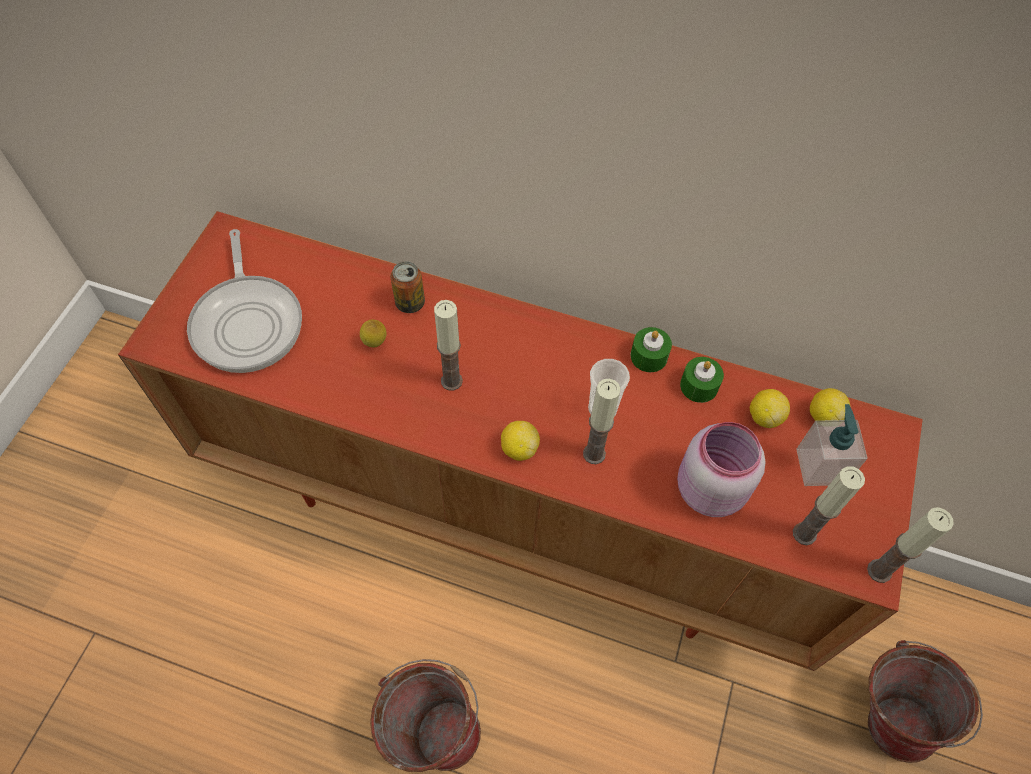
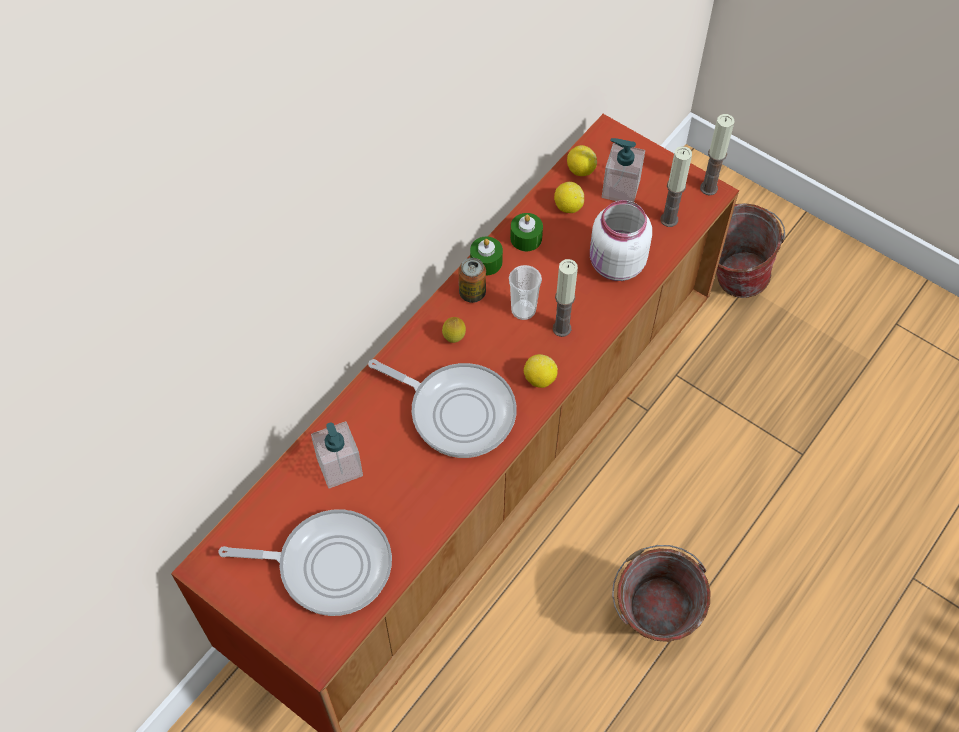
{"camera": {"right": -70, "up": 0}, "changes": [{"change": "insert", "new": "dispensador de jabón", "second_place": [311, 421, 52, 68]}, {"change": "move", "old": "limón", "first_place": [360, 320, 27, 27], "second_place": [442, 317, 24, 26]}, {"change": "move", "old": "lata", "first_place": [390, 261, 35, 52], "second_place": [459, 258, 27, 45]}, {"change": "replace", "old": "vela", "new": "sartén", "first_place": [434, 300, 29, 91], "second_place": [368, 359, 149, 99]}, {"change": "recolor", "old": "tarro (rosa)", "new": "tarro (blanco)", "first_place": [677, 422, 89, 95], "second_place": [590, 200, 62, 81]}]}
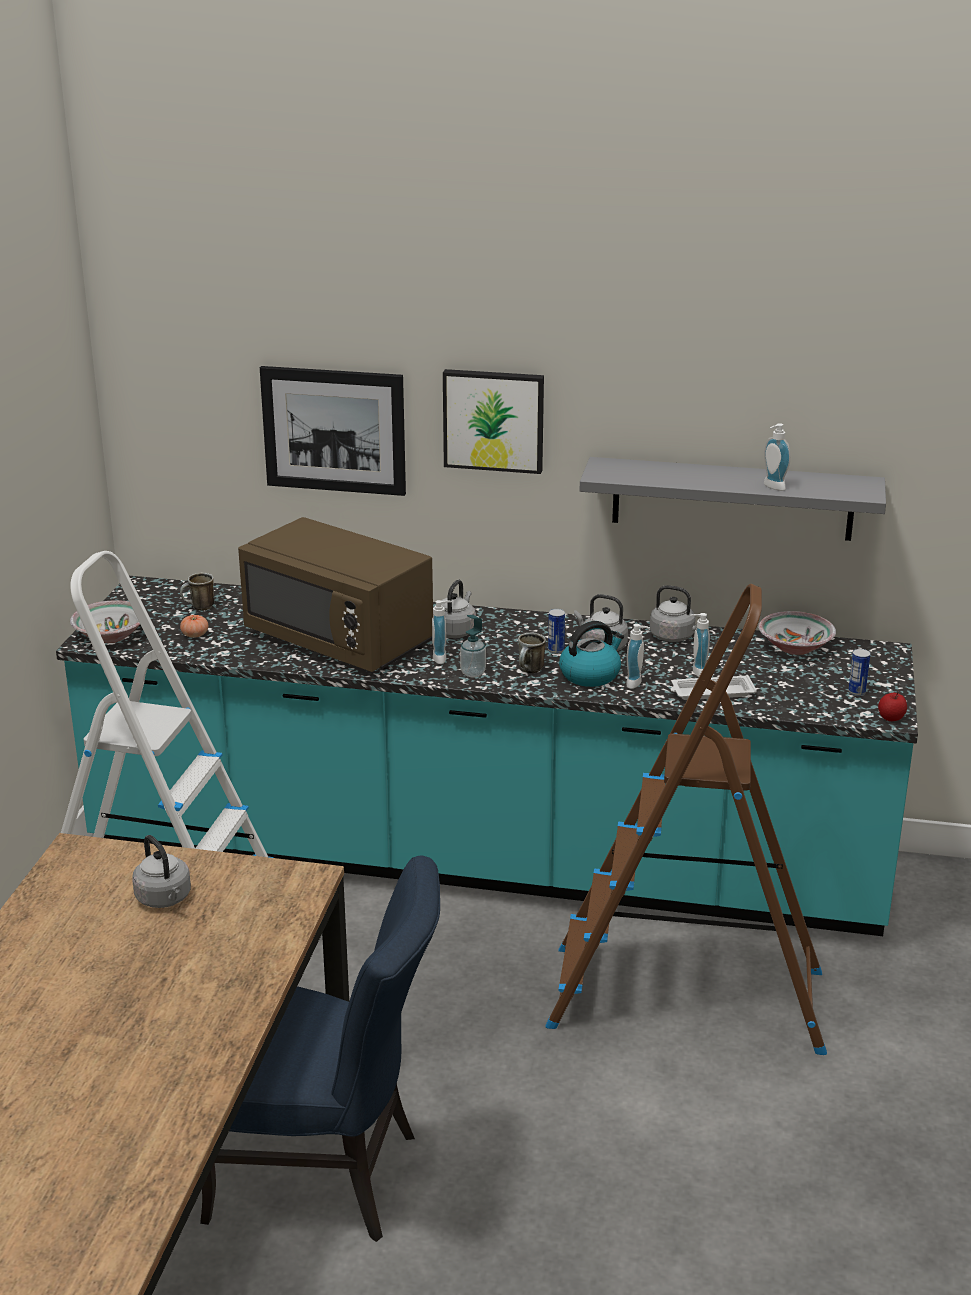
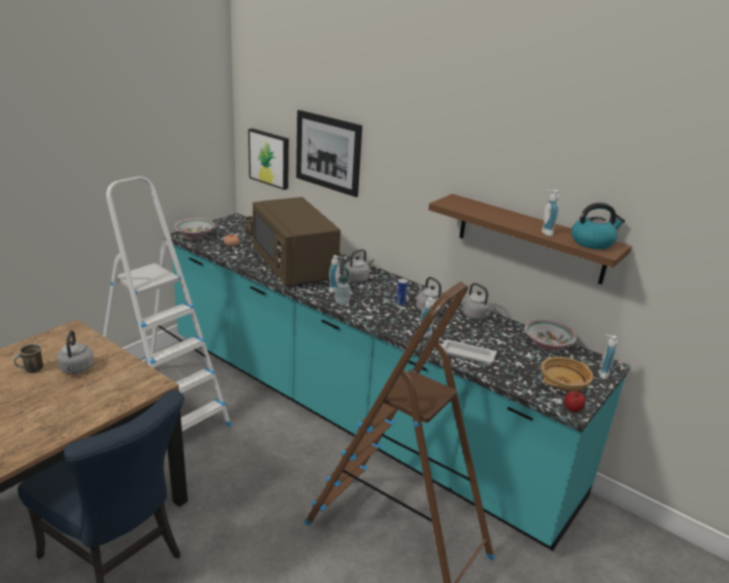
{"camera": {"right": 25, "up": 0}, "changes": [{"change": "move", "old": "cuadro", "first_place": [443, 369, 101, 105], "second_place": [248, 128, 41, 62]}, {"change": "move", "old": "taza grande", "first_place": [518, 633, 28, 40], "second_place": [14, 344, 29, 29]}, {"change": "move", "old": "hervidor", "first_place": [559, 621, 65, 66], "second_place": [572, 203, 53, 46]}, {"change": "move", "old": "dispensador de jabón", "first_place": [690, 613, 20, 64], "second_place": [599, 334, 19, 45]}, {"change": "replace", "old": "lata", "new": "cuenco (beis)", "first_place": [848, 649, 22, 47], "second_place": [541, 357, 52, 34]}, {"change": "recolor", "old": "estante (gris)", "new": "estante (marrón)", "first_place": [579, 457, 307, 84], "second_place": [429, 194, 203, 91]}]}
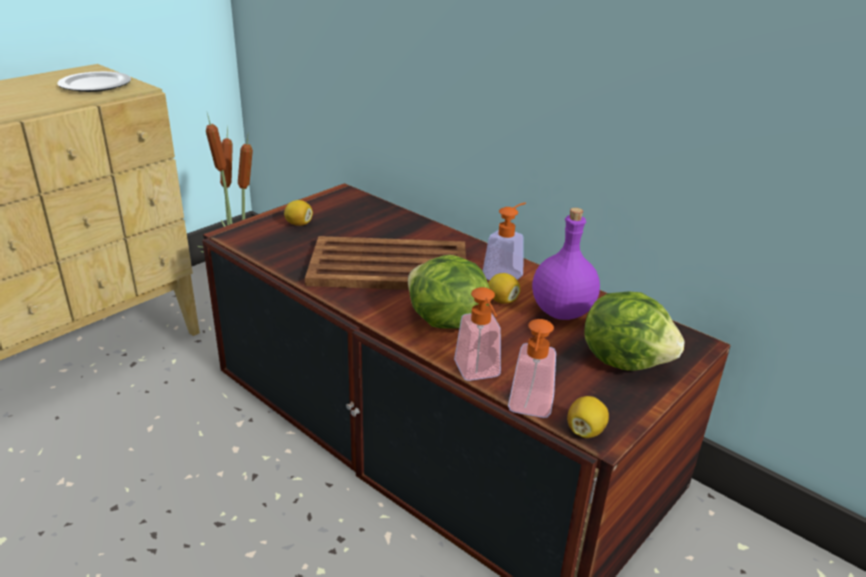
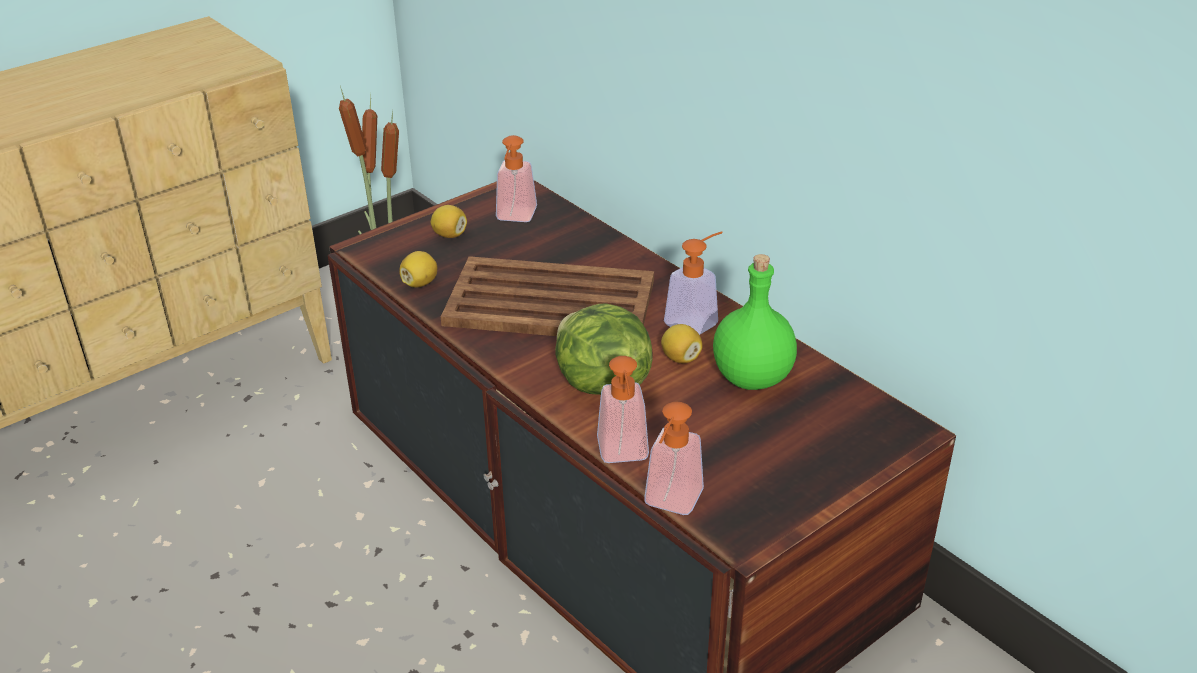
{"camera": {"right": 10, "up": 5}, "changes": [{"change": "delete", "old": "plato", "first_place": [57, 71, 74, 21]}, {"change": "delete", "old": "lechuga", "first_place": [585, 292, 100, 79]}, {"change": "insert", "new": "dispensador de jabón", "second_place": [496, 135, 41, 87]}, {"change": "move", "old": "limón", "first_place": [567, 396, 42, 42], "second_place": [399, 251, 38, 36]}, {"change": "recolor", "old": "botella (morado)", "new": "botella (verde)", "first_place": [532, 208, 68, 112], "second_place": [713, 254, 84, 136]}]}
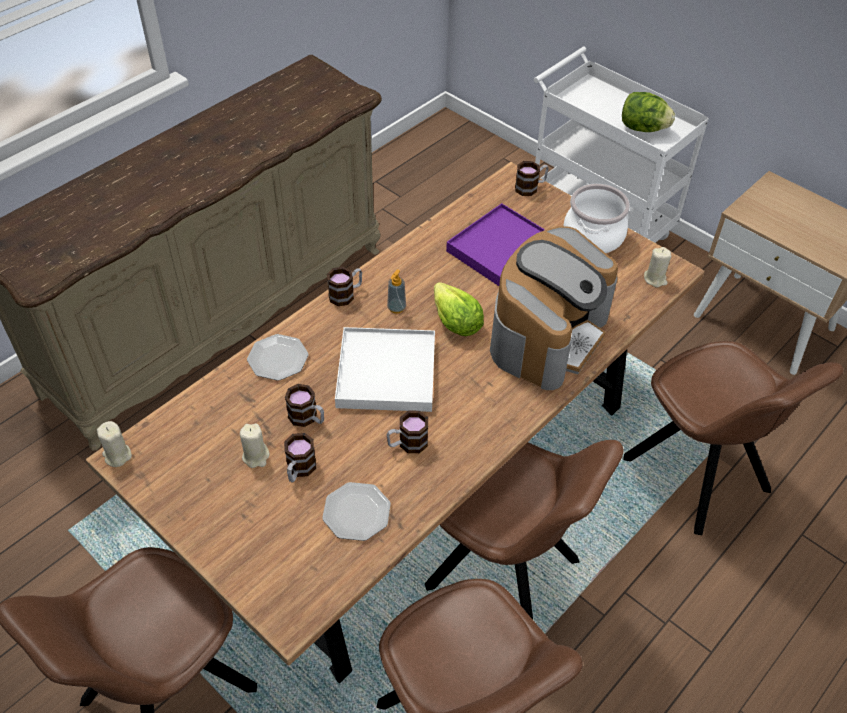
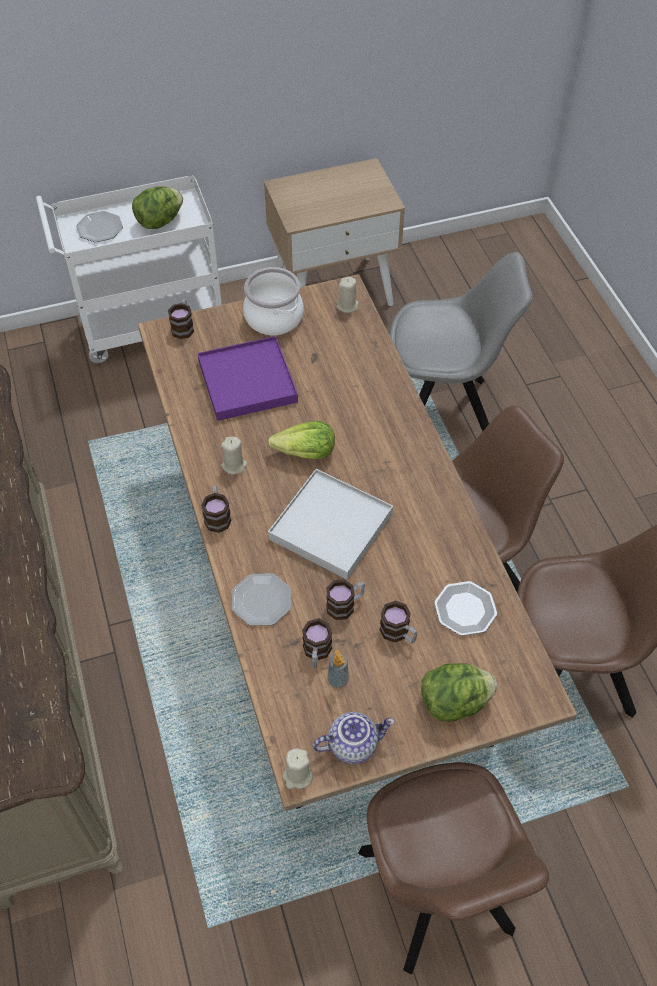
{"camera": {"right": -60, "up": 5}, "changes": [{"change": "delete", "old": "cafetera", "first_place": [490, 226, 128, 164]}, {"change": "insert", "new": "plato", "second_place": [76, 211, 47, 31]}, {"change": "insert", "new": "tetera", "second_place": [313, 712, 82, 52]}, {"change": "insert", "new": "lechuga", "second_place": [421, 663, 76, 59]}, {"change": "move", "old": "vela (beis)", "first_place": [240, 424, 30, 44], "second_place": [221, 437, 27, 38]}, {"change": "move", "old": "dispensador de jabón", "first_place": [387, 269, 19, 44], "second_place": [327, 650, 22, 38]}, {"change": "move", "old": "taza grande", "first_place": [387, 411, 41, 42], "second_place": [302, 618, 30, 49]}, {"change": "recolor", "old": "silla (marrón)", "new": "silla (gris)", "first_place": [623, 341, 221, 194], "second_place": [390, 252, 143, 179]}]}
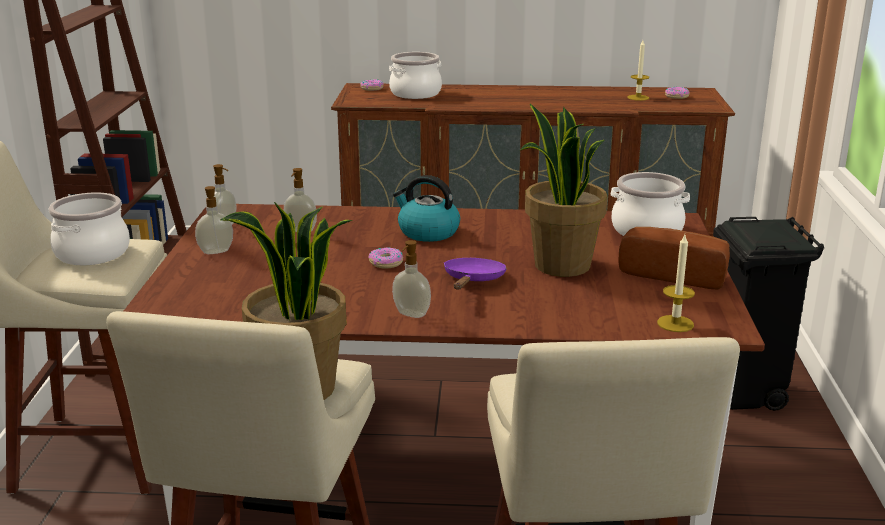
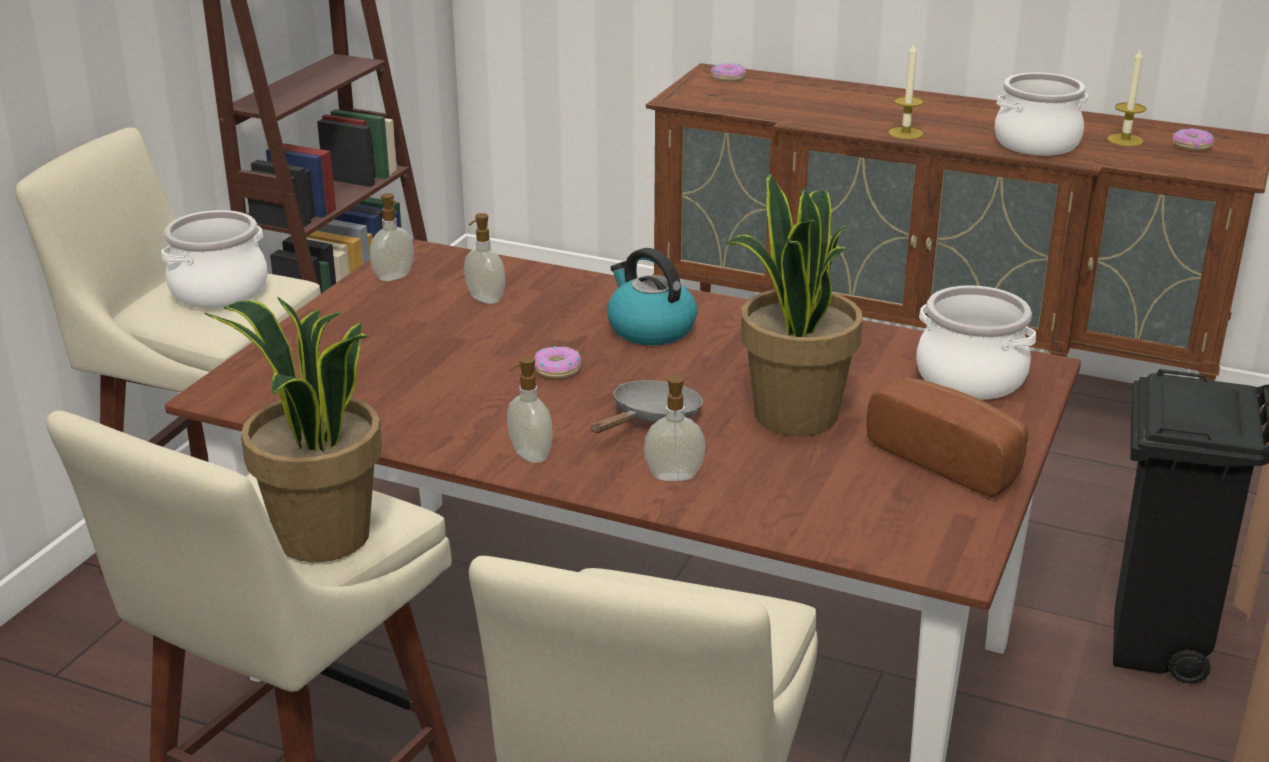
{"camera": {"right": 20, "up": 5}, "changes": [{"change": "move", "old": "dispensador de jabón", "first_place": [195, 186, 38, 68], "second_place": [644, 373, 62, 108]}, {"change": "move", "old": "olla", "first_place": [389, 52, 53, 47], "second_place": [995, 73, 93, 83]}, {"change": "move", "old": "vela", "first_place": [657, 235, 38, 97], "second_place": [889, 44, 35, 96]}, {"change": "recolor", "old": "sartén (morado)", "new": "sartén (gris)", "first_place": [444, 258, 63, 32], "second_place": [591, 380, 112, 53]}]}
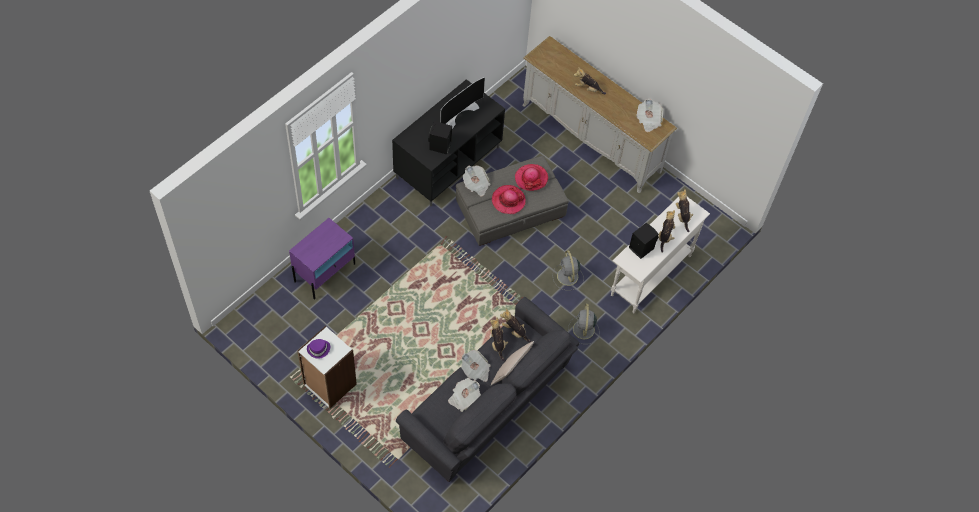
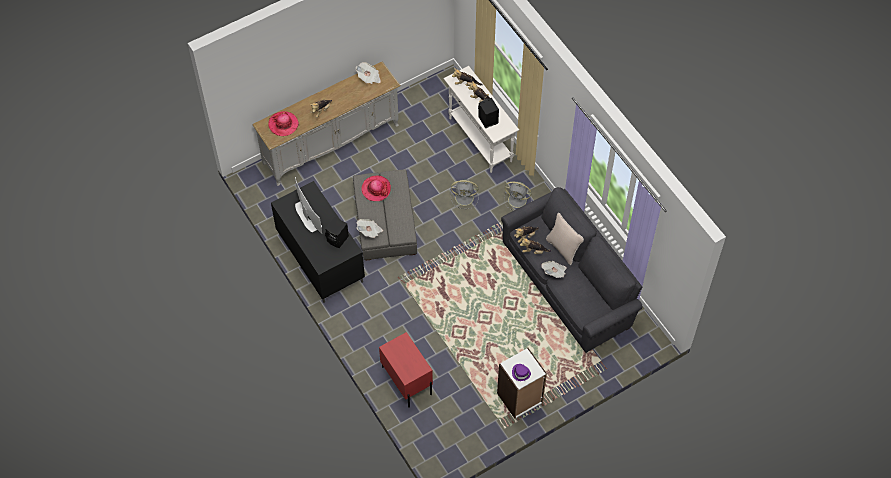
{"camera": {"right": -70, "up": 0}, "changes": [{"change": "delete", "old": "periódico", "first_place": [448, 378, 33, 34]}, {"change": "move", "old": "sombrero", "first_place": [492, 185, 34, 29], "second_place": [268, 111, 31, 25]}, {"change": "recolor", "old": "mesita de noche (morado)", "new": "mesita de noche (rojo)", "first_place": [289, 218, 66, 81], "second_place": [379, 332, 54, 76]}]}
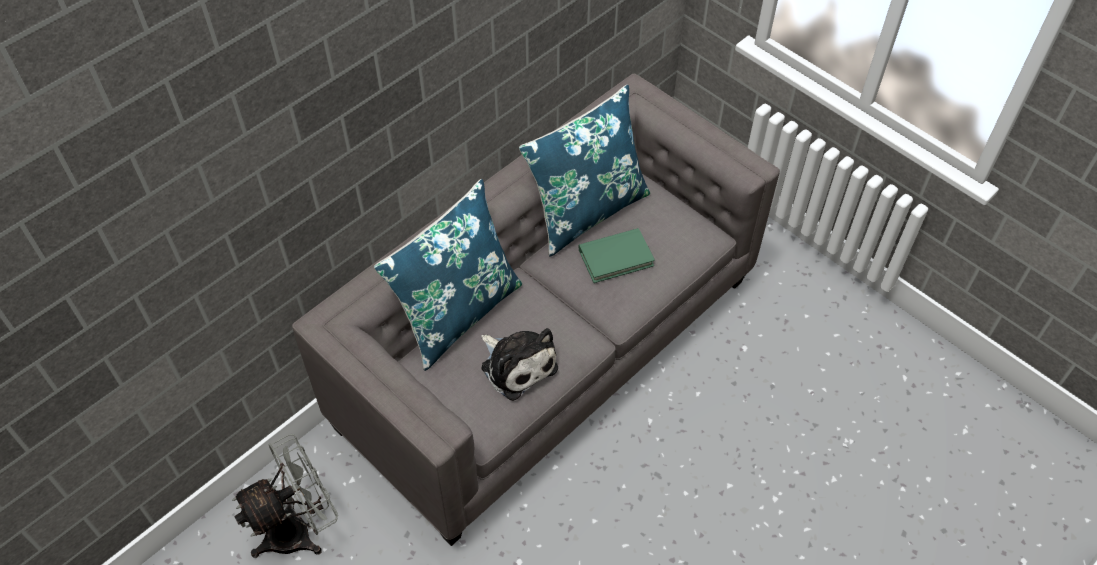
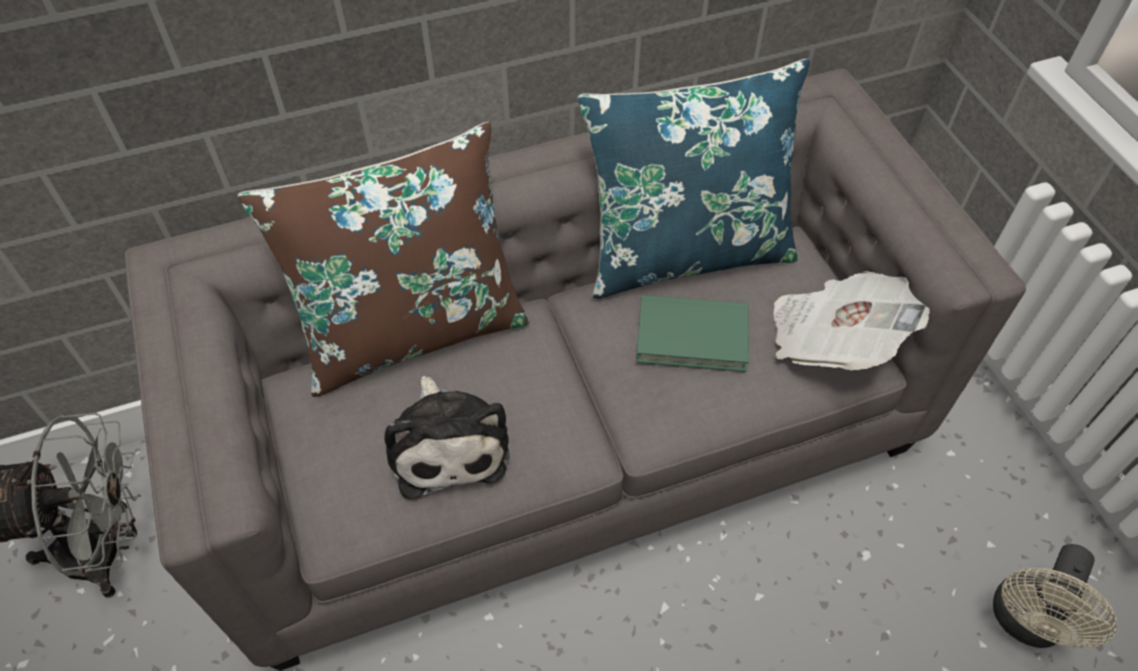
{"camera": {"right": 25, "up": 0}, "changes": [{"change": "insert", "new": "periódico", "second_place": [773, 271, 157, 100]}, {"change": "insert", "new": "ventilador (beis)", "second_place": [993, 544, 124, 104]}, {"change": "recolor", "old": "cojín (azul)", "new": "cojín (marrón)", "first_place": [374, 179, 148, 192], "second_place": [238, 122, 292, 275]}]}
